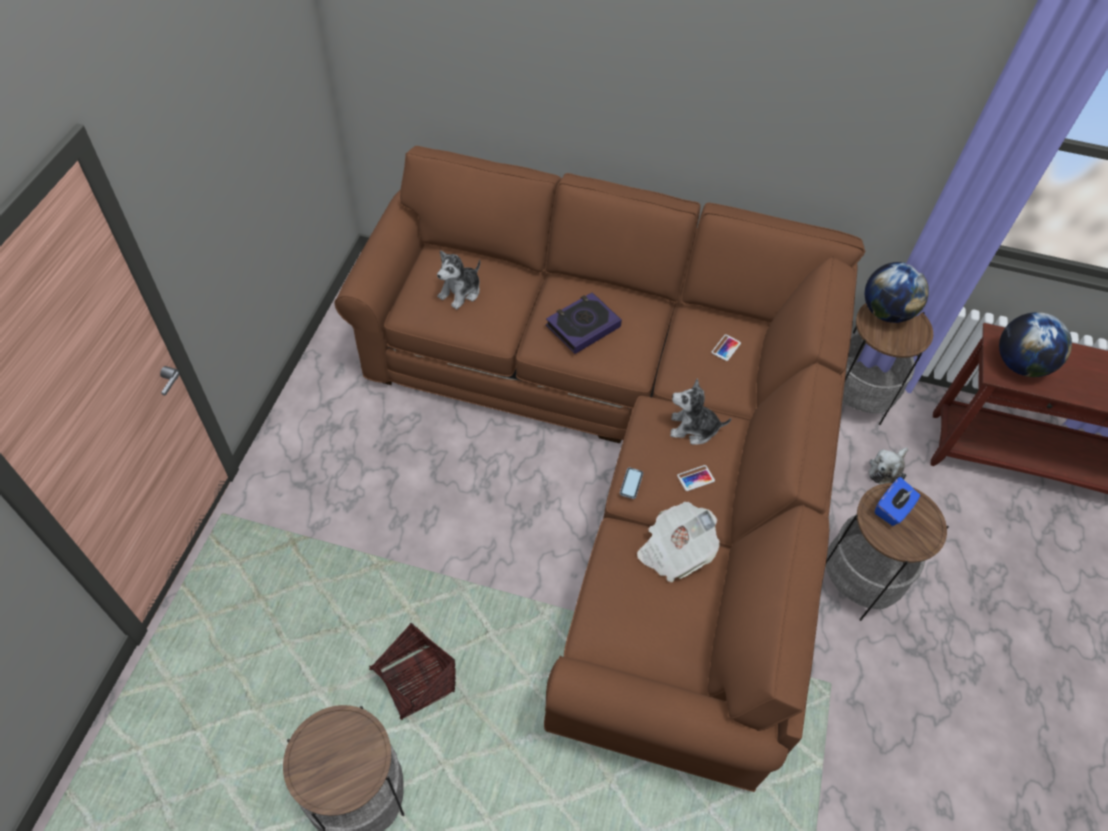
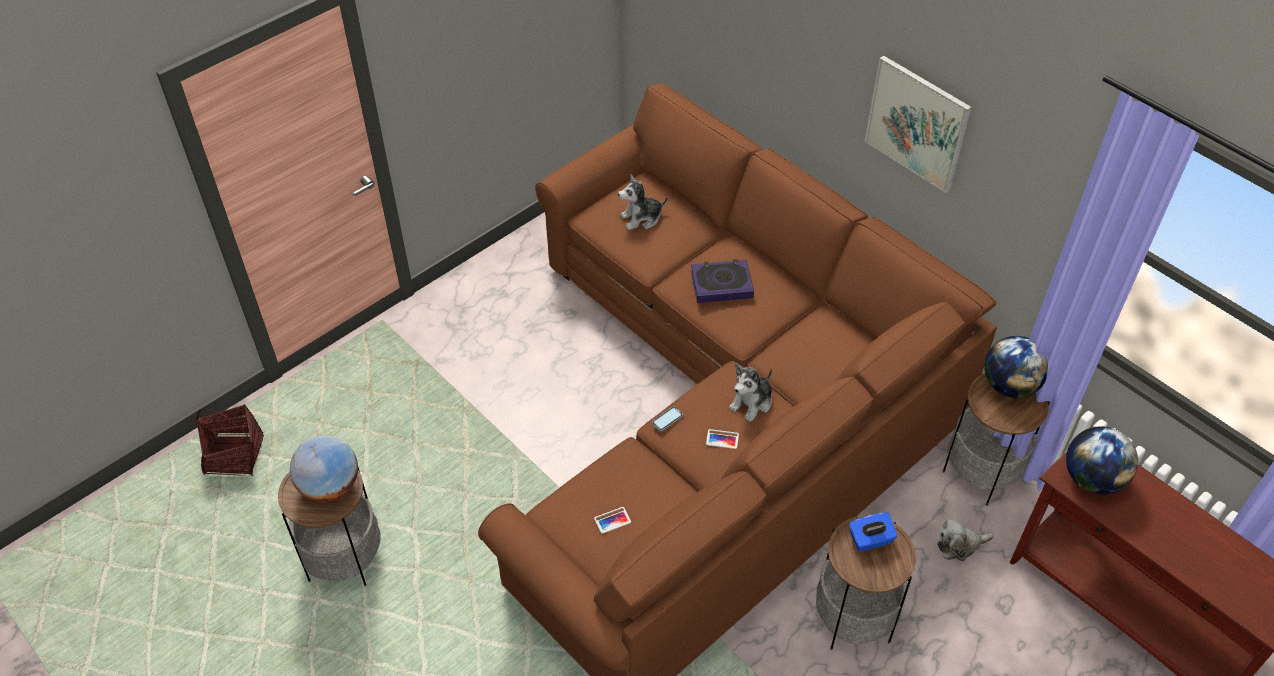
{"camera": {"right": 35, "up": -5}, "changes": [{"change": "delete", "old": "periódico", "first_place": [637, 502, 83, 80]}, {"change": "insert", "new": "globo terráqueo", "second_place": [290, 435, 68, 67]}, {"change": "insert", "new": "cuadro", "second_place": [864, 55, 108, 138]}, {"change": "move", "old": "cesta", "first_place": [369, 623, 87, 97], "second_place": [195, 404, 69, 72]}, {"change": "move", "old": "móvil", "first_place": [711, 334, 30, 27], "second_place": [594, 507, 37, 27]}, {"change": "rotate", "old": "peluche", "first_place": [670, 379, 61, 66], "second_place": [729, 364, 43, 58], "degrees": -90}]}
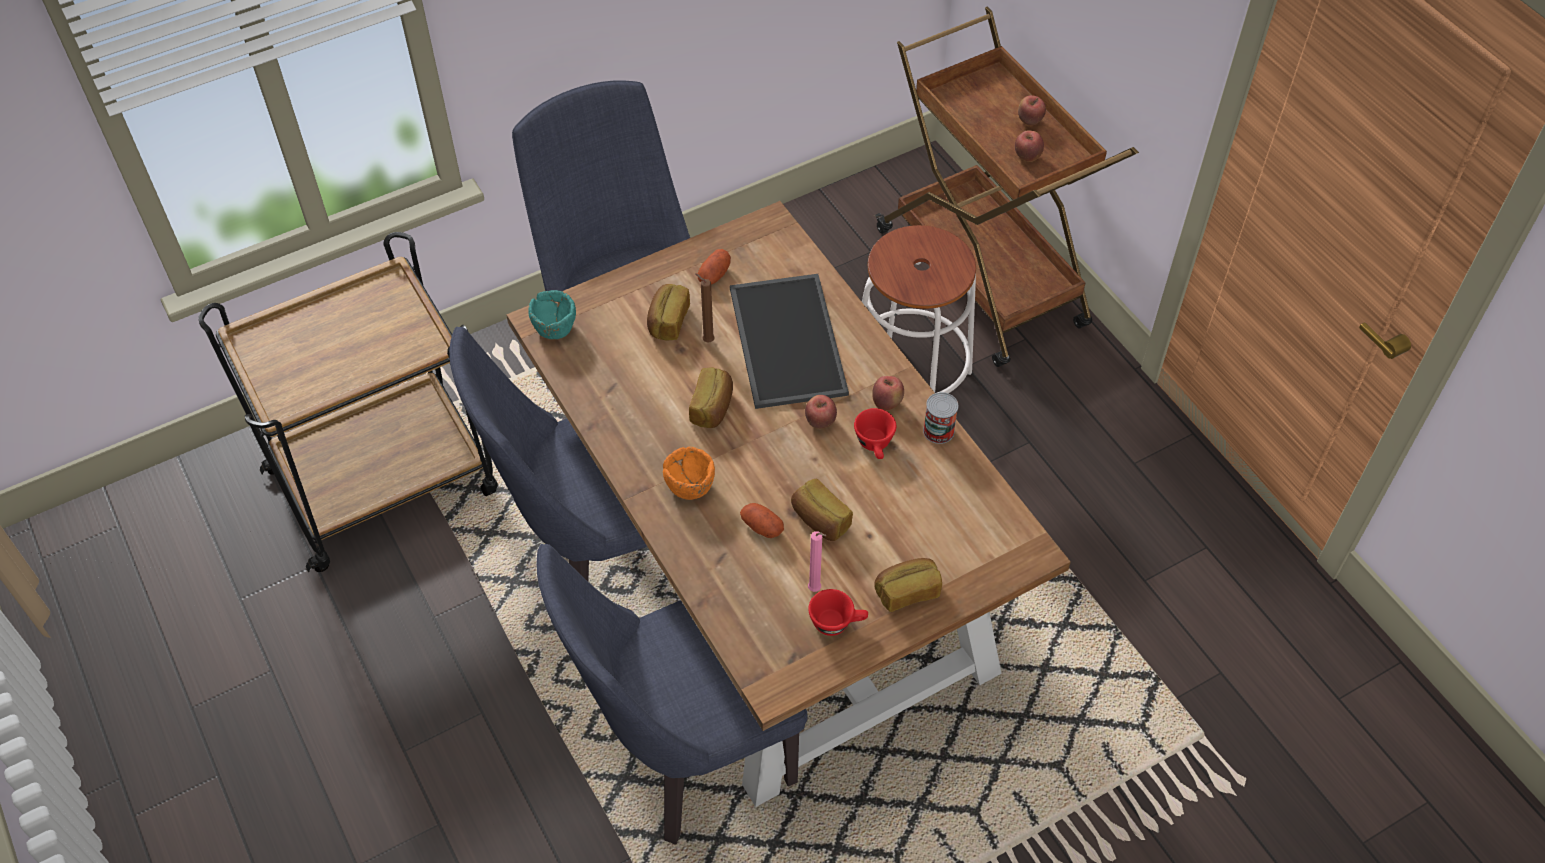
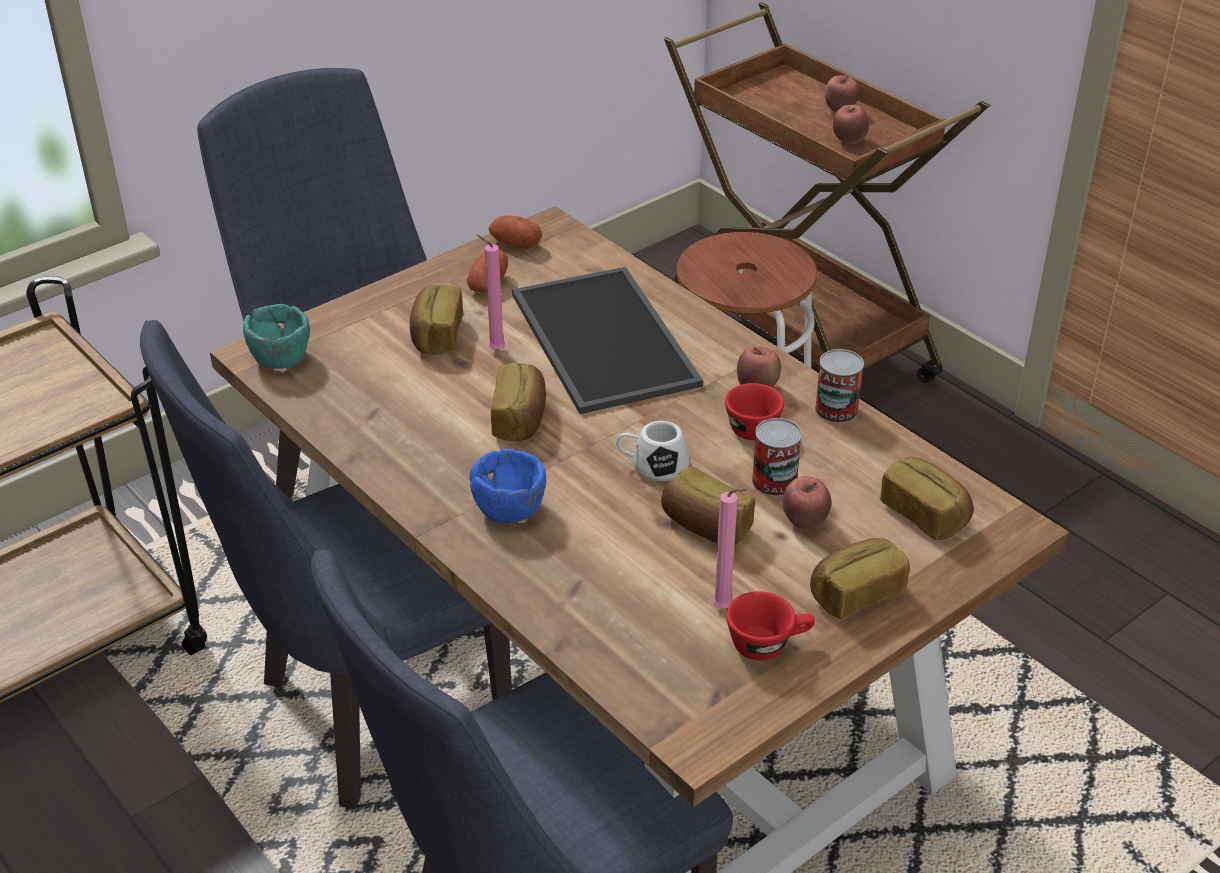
{"camera": {"right": -10, "up": -15}, "changes": [{"change": "insert", "new": "taza grande (blanco)", "second_place": [616, 421, 74, 60]}, {"change": "insert", "new": "lata", "second_place": [752, 418, 50, 79]}, {"change": "insert", "new": "pan", "second_place": [880, 457, 94, 83]}, {"change": "move", "old": "patata", "first_place": [740, 503, 44, 35], "second_place": [489, 216, 53, 33]}, {"change": "move", "old": "manzana", "first_place": [805, 395, 32, 34], "second_place": [783, 476, 48, 53]}, {"change": "recolor", "old": "cuenco (naranja)", "new": "cuenco (azul)", "first_place": [663, 447, 52, 53], "second_place": [469, 448, 77, 75]}, {"change": "recolor", "old": "vela (marrón)", "new": "vela (rosa)", "first_place": [695, 273, 20, 69], "second_place": [477, 235, 28, 115]}]}
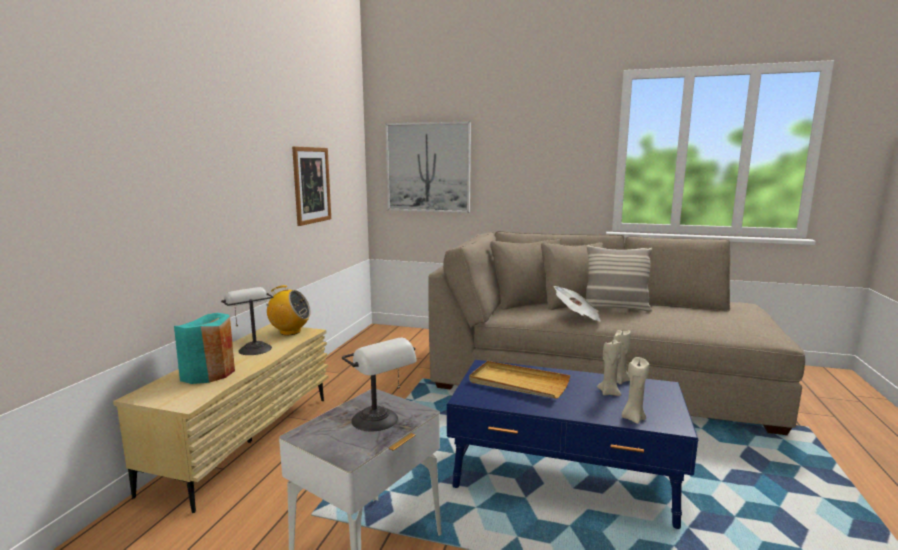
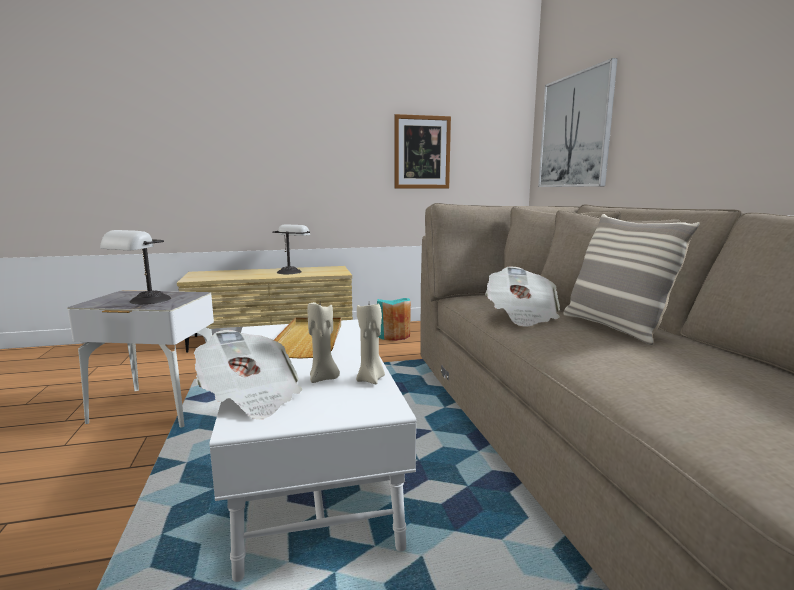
{"camera": {"right": 60, "up": 0}, "changes": [{"change": "delete", "old": "radio", "first_place": [265, 285, 46, 50]}, {"change": "move", "old": "florero (turquesa)", "first_place": [174, 313, 61, 71], "second_place": [377, 298, 34, 43]}, {"change": "replace", "old": "vela (beis)", "new": "periódico", "first_place": [622, 357, 27, 67], "second_place": [194, 330, 108, 90]}, {"change": "recolor", "old": "mesa de centro (azul)", "new": "mesa de centro (blanco)", "first_place": [447, 360, 251, 169], "second_place": [209, 319, 208, 263]}]}
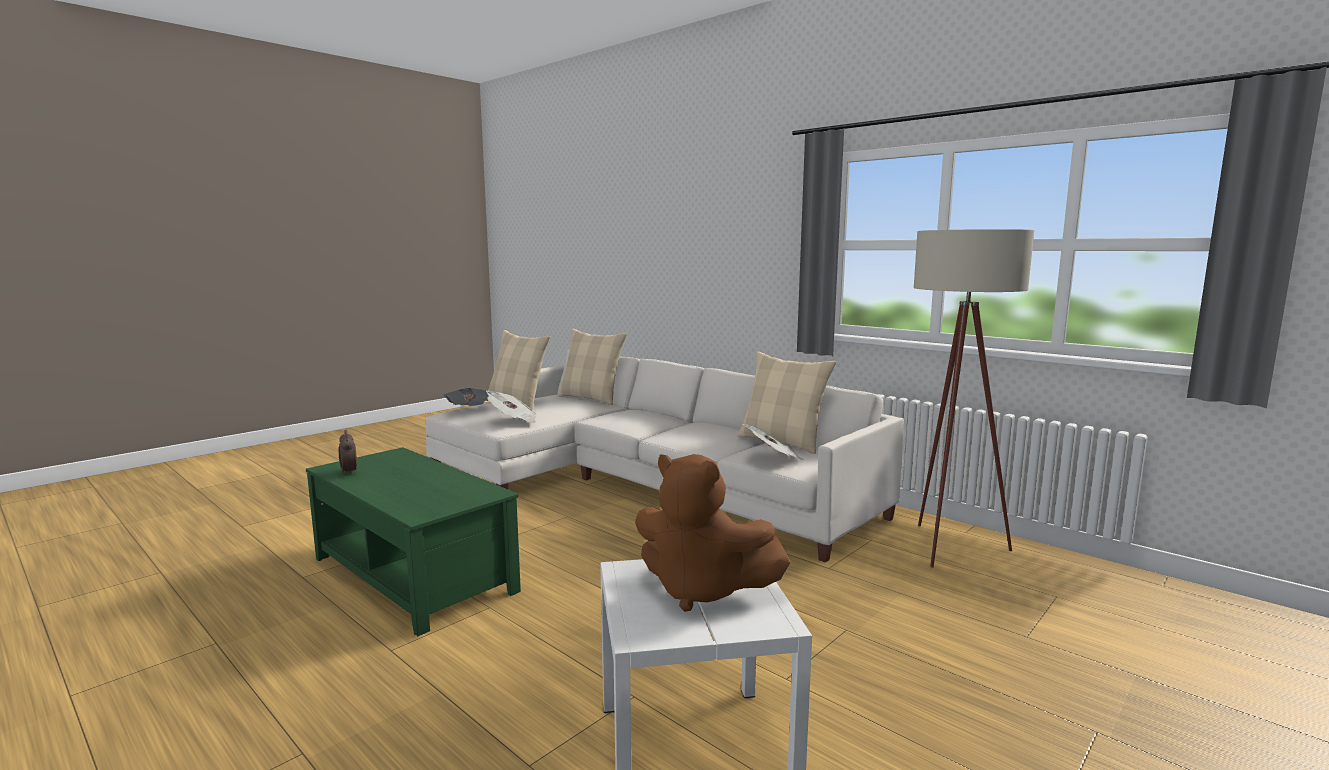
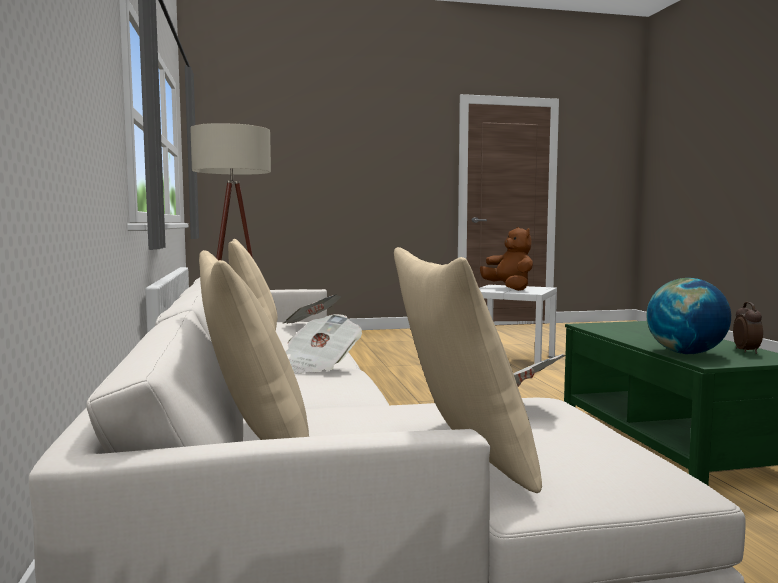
{"camera": {"right": -145, "up": -5}, "changes": [{"change": "insert", "new": "globo terráqueo", "second_place": [646, 278, 85, 76]}, {"change": "move", "old": "periódico", "first_place": [443, 388, 45, 17], "second_place": [285, 314, 77, 60]}]}
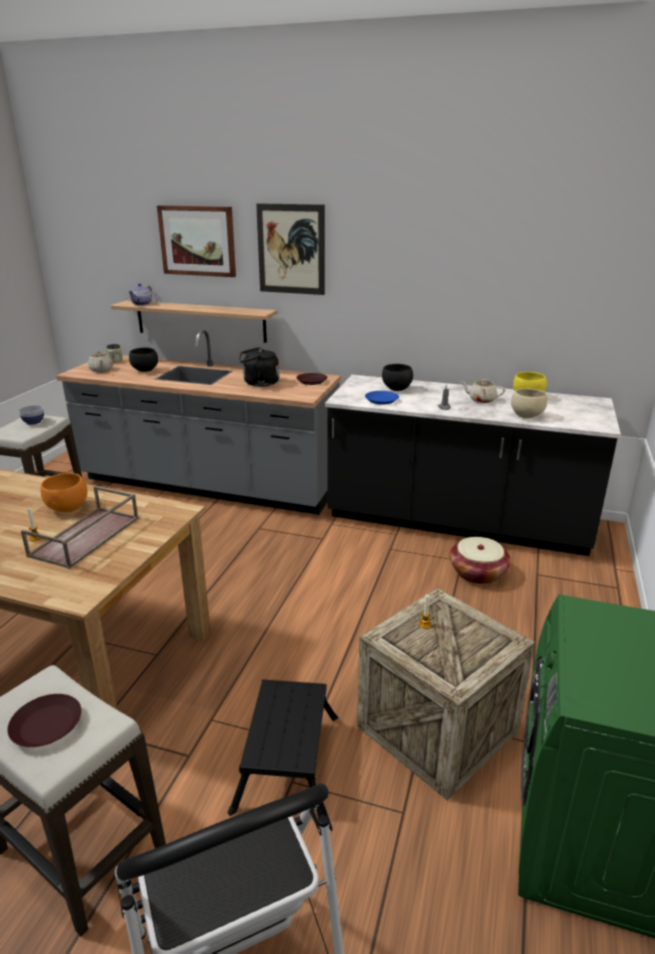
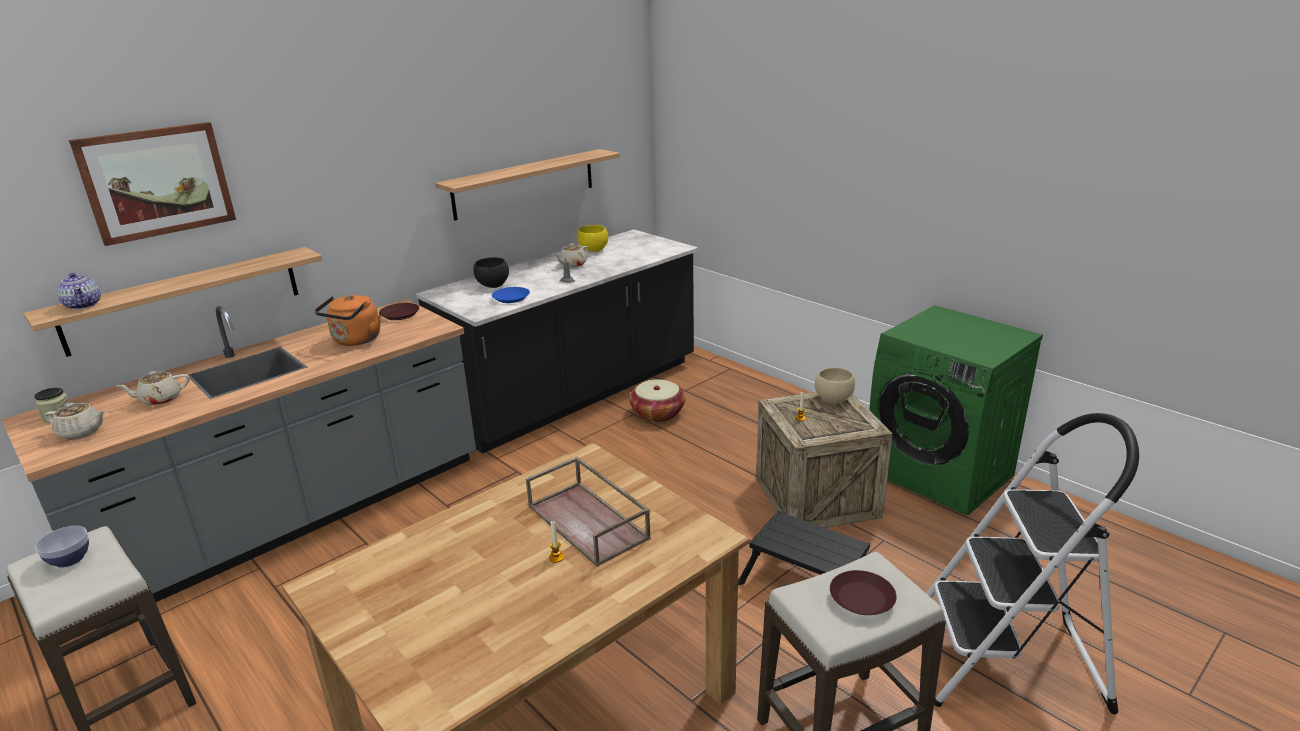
{"camera": {"right": -60, "up": 0}, "changes": [{"change": "delete", "old": "cuenco (naranja)", "first_place": [41, 473, 47, 39]}, {"change": "delete", "old": "cuadro", "first_place": [256, 203, 69, 92]}, {"change": "insert", "new": "estante", "second_place": [435, 149, 185, 72]}, {"change": "move", "old": "cuenco (beis)", "first_place": [511, 388, 36, 30], "second_place": [815, 367, 40, 37]}, {"change": "replace", "old": "cuenco (negro)", "new": "tetera (beis)", "first_place": [129, 348, 29, 24], "second_place": [117, 371, 73, 34]}, {"change": "recolor", "old": "hervidor (negro)", "new": "hervidor (naranja)", "first_place": [239, 347, 40, 40], "second_place": [314, 295, 66, 51]}]}
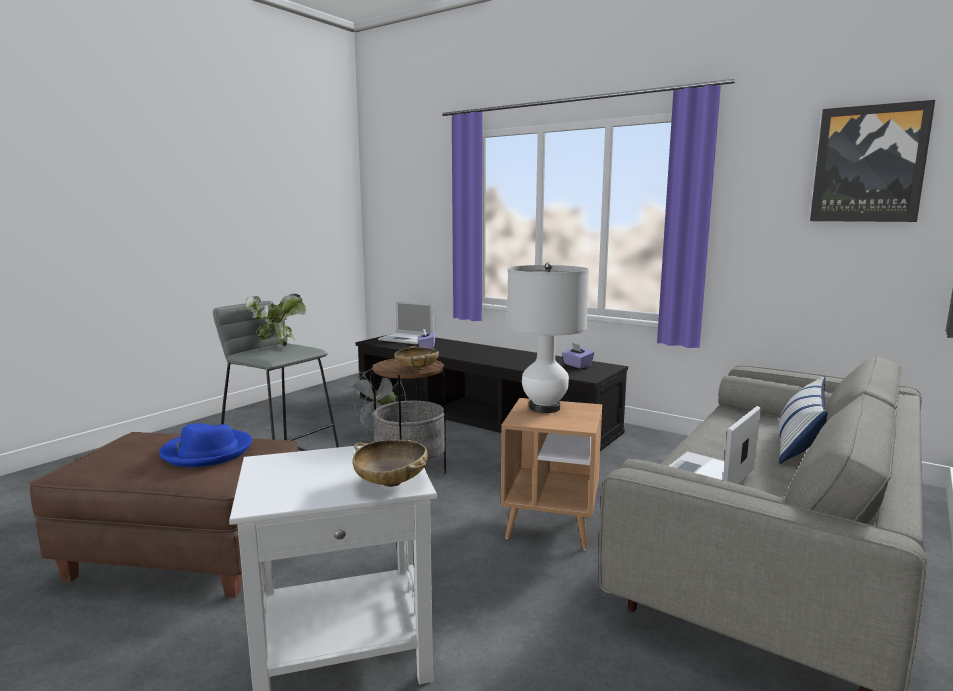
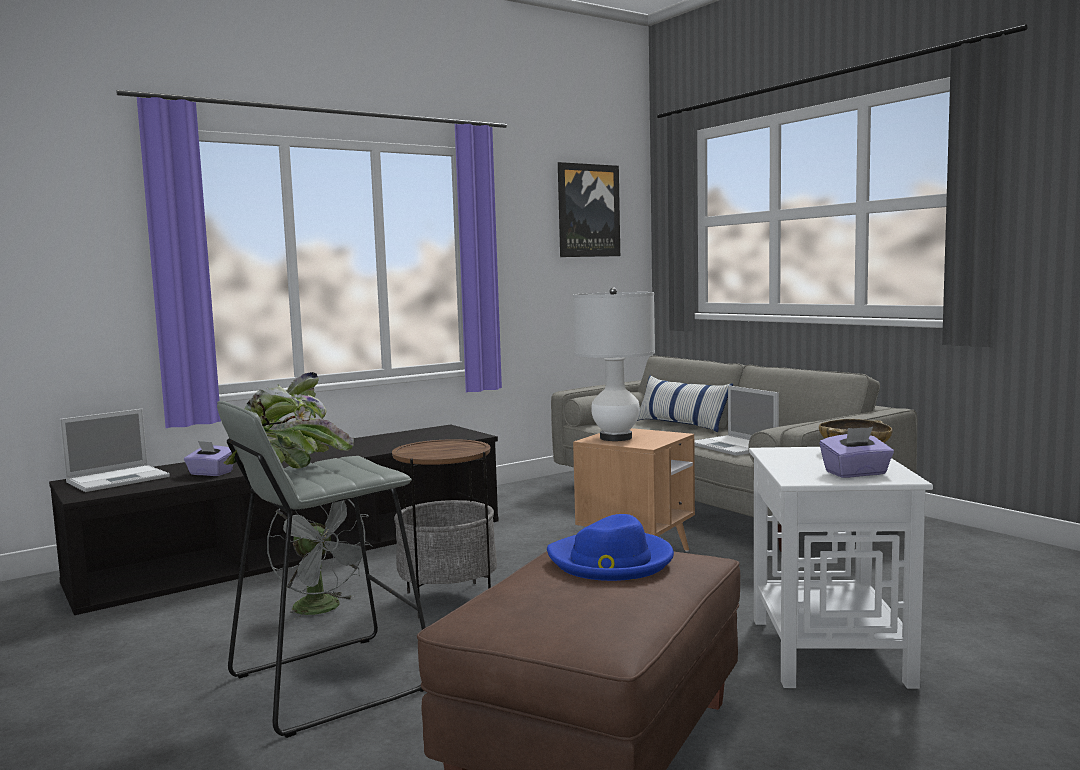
{"camera": {"right": -70, "up": -5}, "changes": [{"change": "delete", "old": "cuenco (beis)", "first_place": [394, 346, 45, 25]}, {"change": "move", "old": "caja de pañuelos (morado)", "first_place": [562, 343, 32, 26], "second_place": [820, 427, 74, 51]}]}
